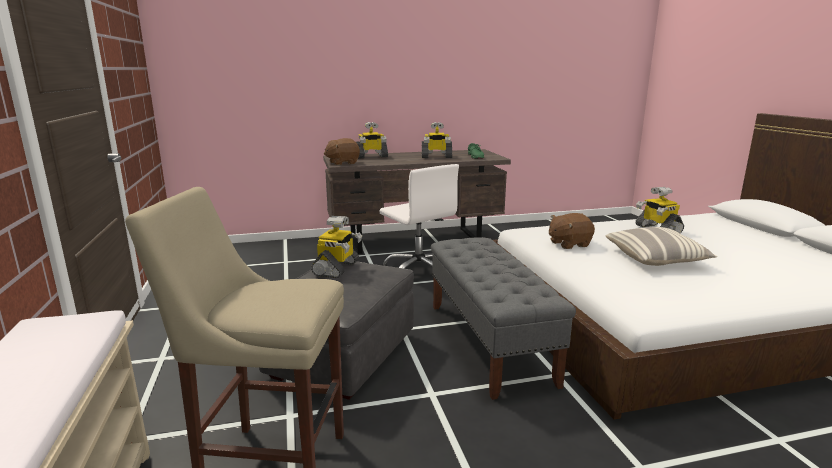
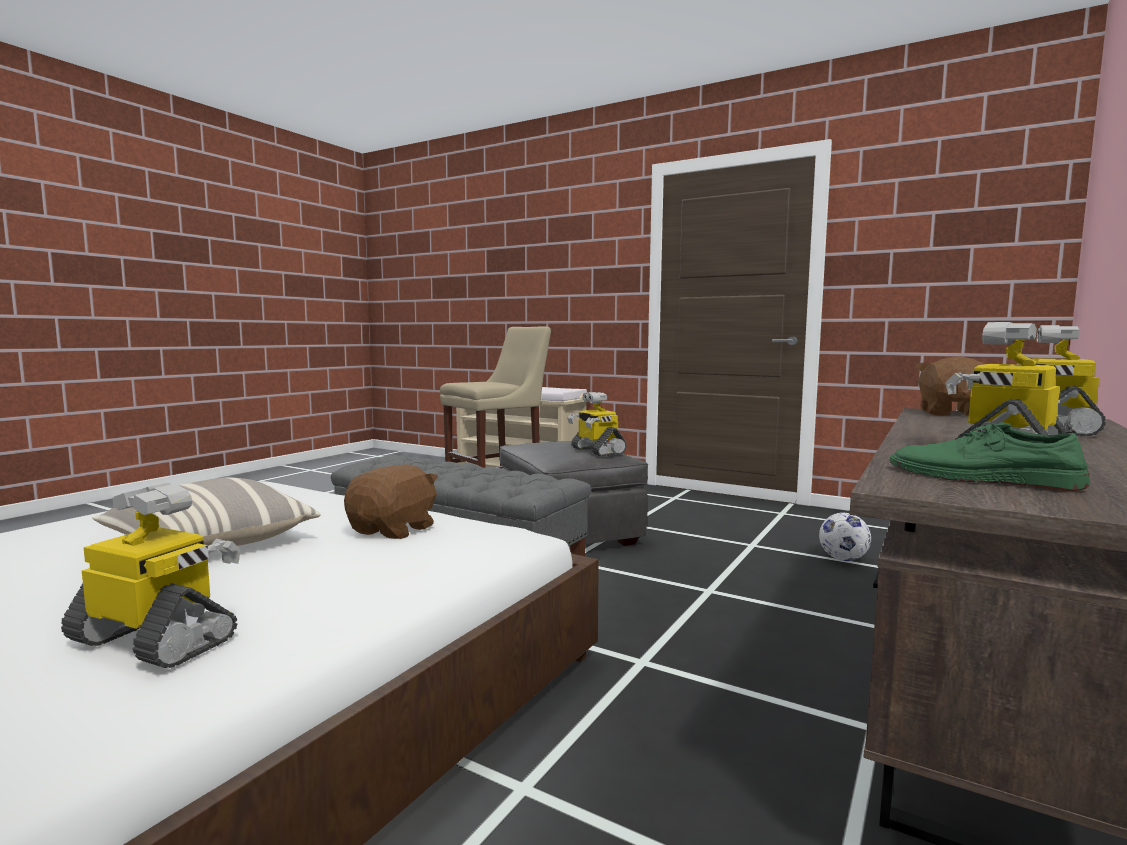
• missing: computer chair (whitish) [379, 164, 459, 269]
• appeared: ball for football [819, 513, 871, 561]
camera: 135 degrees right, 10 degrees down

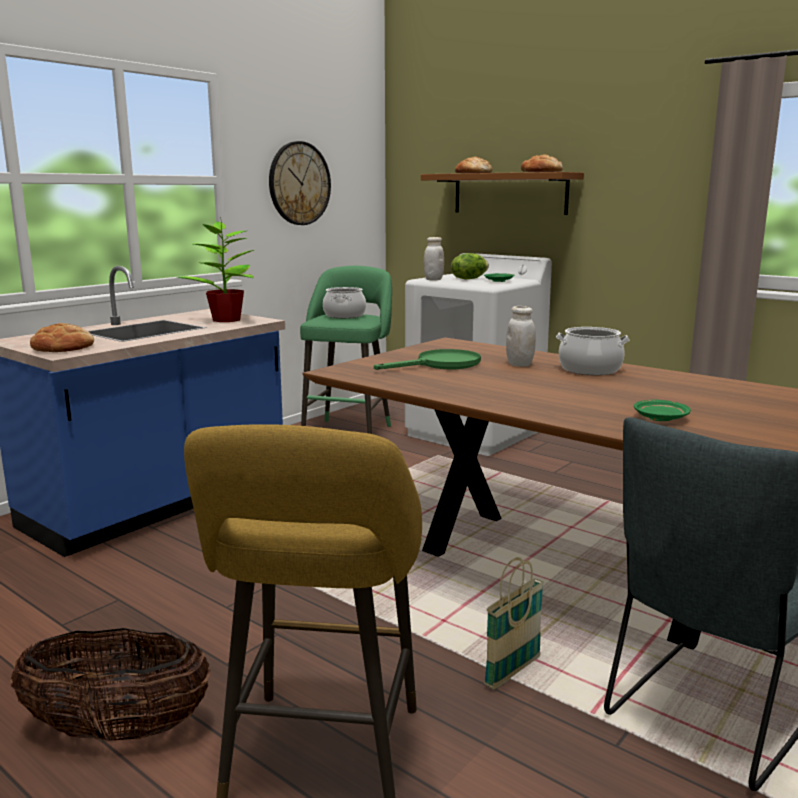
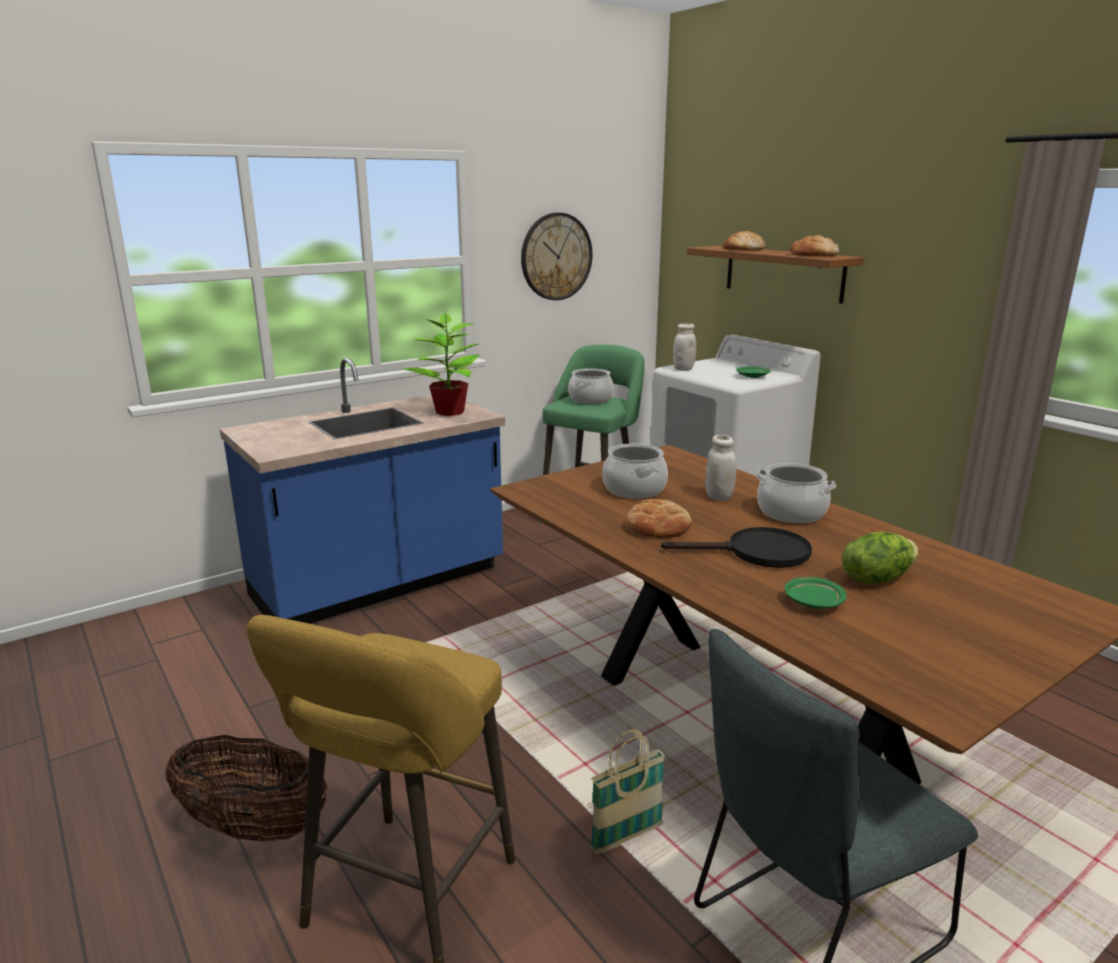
• appeared: pan (black) [661, 527, 812, 568]
• relocated: bakery bread [30, 323, 94, 352] to [626, 499, 692, 538]
• relocated: head of lettuce [451, 253, 489, 280] to [842, 532, 918, 584]
• exchanged: pan (green-coloured) [374, 349, 481, 370] to saucepot [602, 444, 668, 499]
camera: 15 degrees right, 5 degrees up

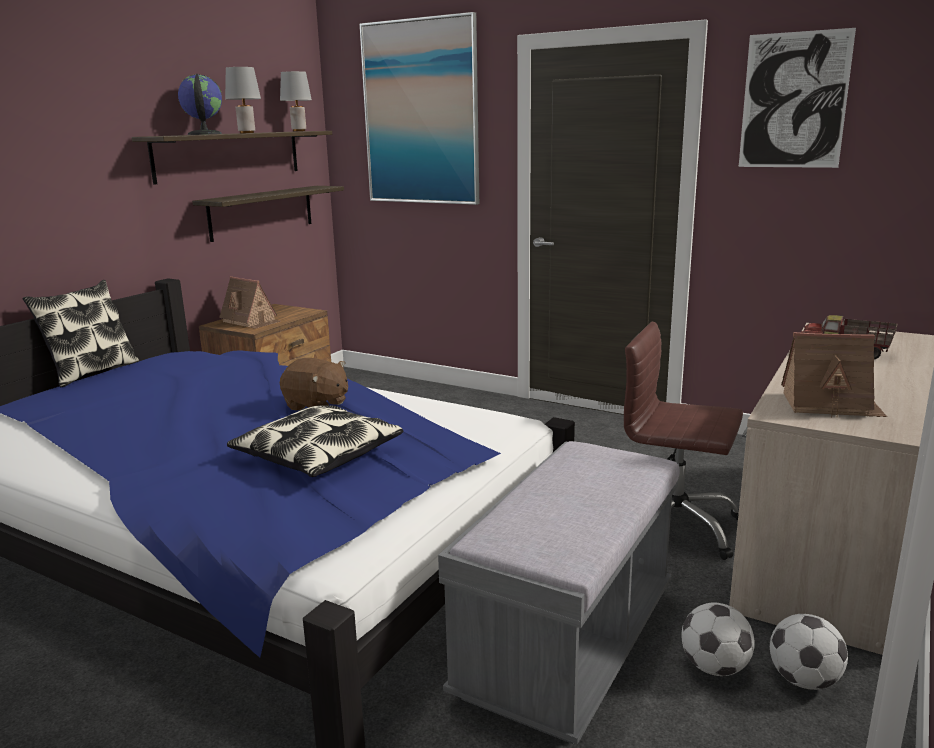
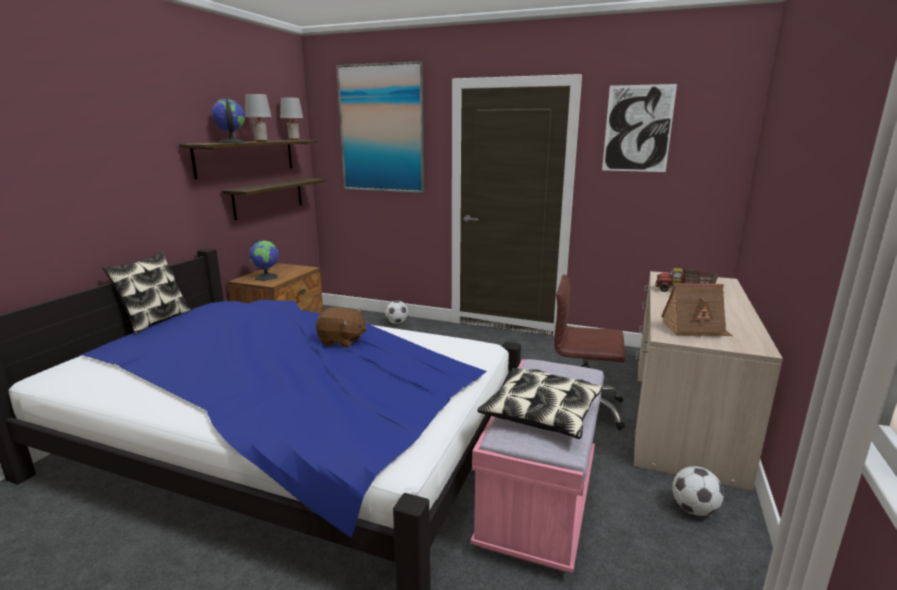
• relocated: throw pillow [227, 405, 403, 477] to [478, 368, 603, 439]
• relocated: ball for football [681, 602, 755, 676] to [385, 300, 409, 324]
• exchanged: toy house [219, 276, 281, 329] to desk globe [249, 240, 279, 281]
• colour: bench (gray) [438, 441, 680, 744] to bench (pink-coloured) [471, 359, 604, 573]
camera: 10 degrees left, 0 degrees up

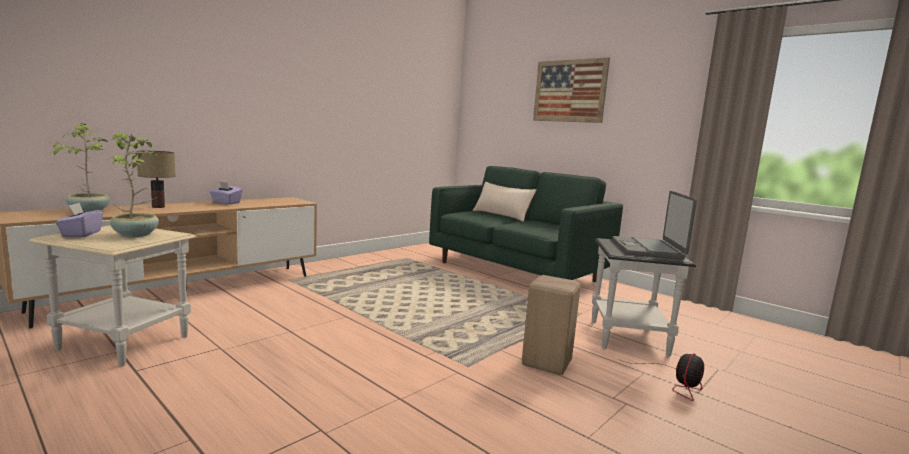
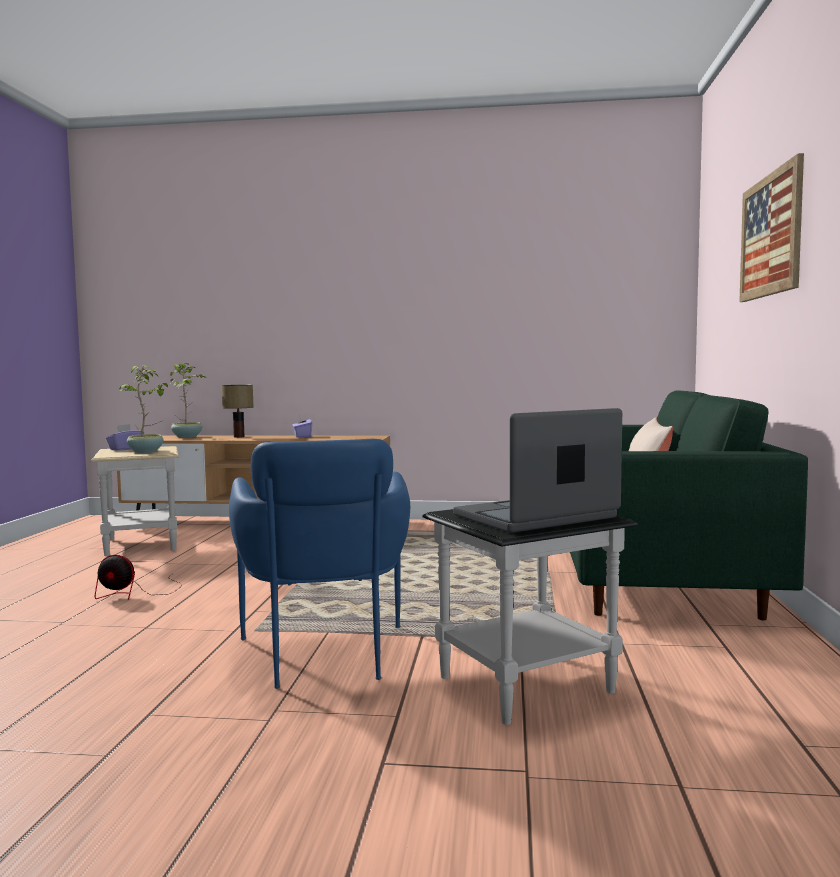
• relocated: cooling fan [618, 353, 704, 401] to [95, 555, 182, 600]
• exchanged: stool (sand-coloured) [522, 275, 581, 375] to easy chair (blue-coloured) [229, 439, 410, 689]
camera: 55 degrees right, 5 degrees down

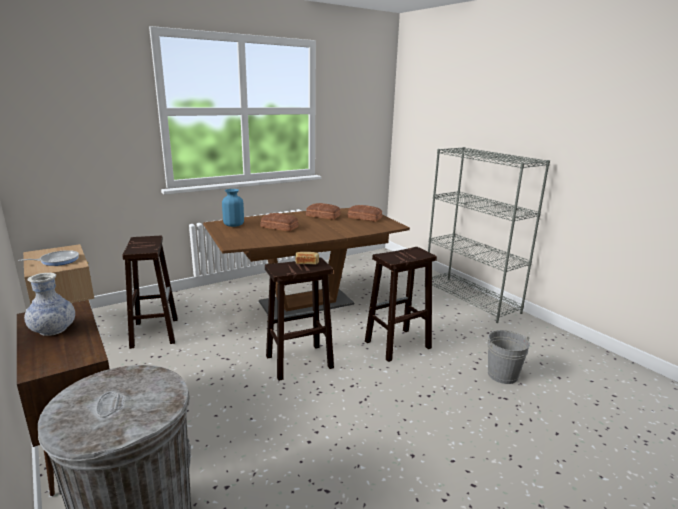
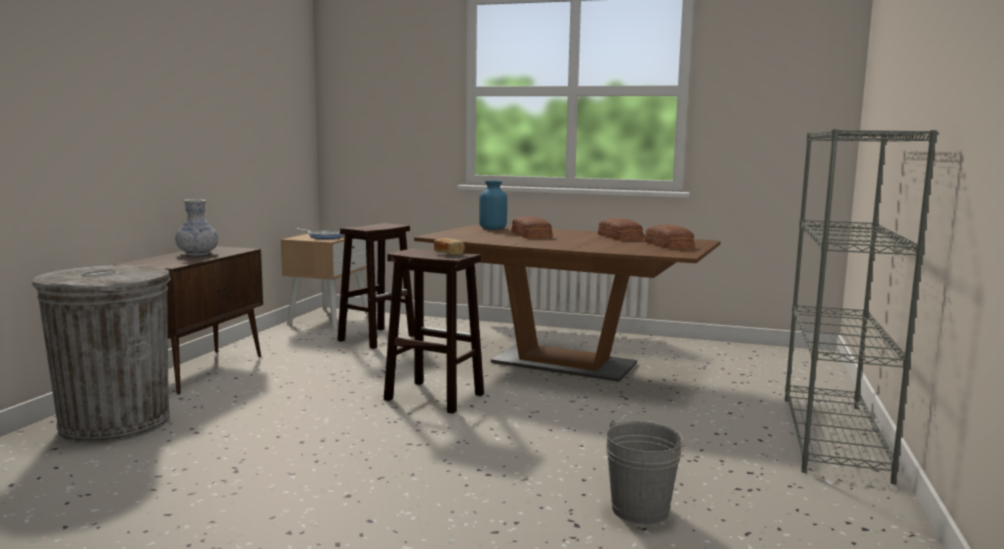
• missing: stool (brown-coloured) [365, 247, 437, 362]
camera: 50 degrees right, 10 degrees down

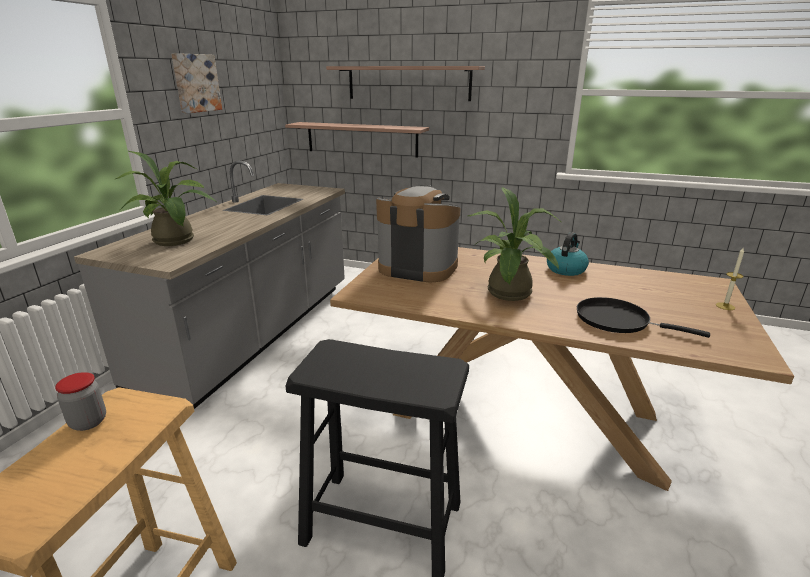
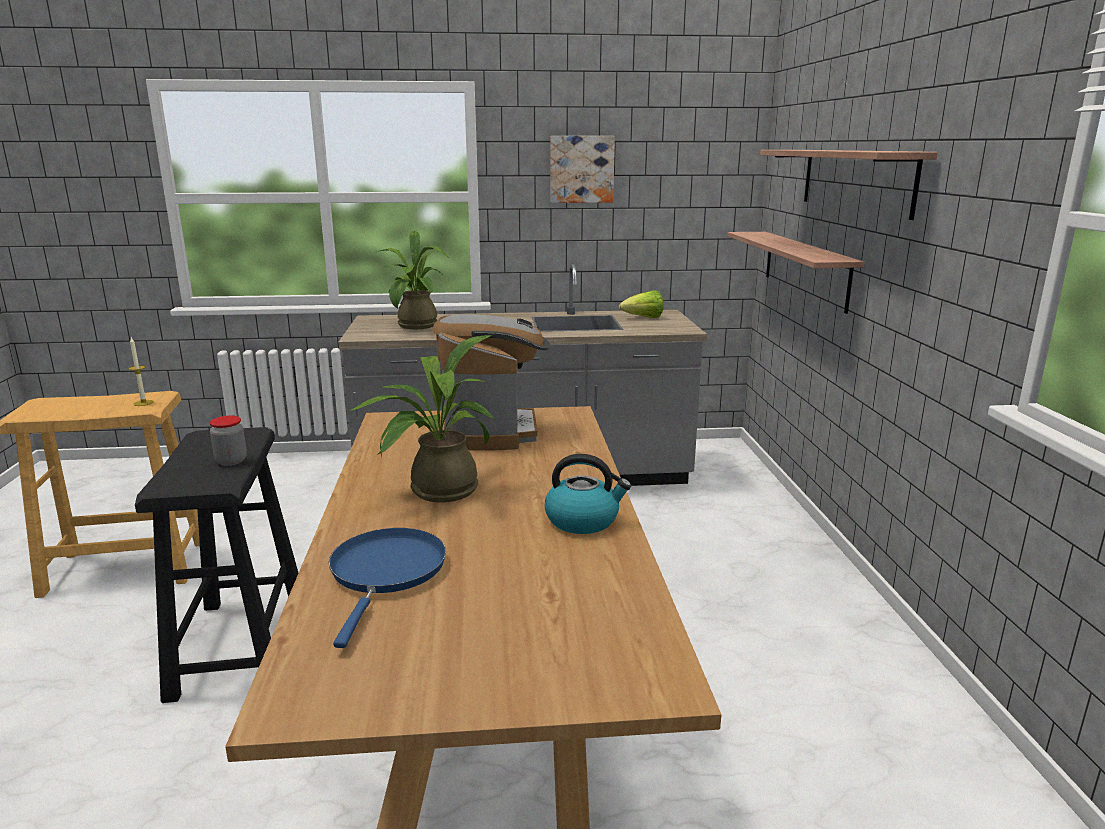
• appeared: head of lettuce [619, 290, 664, 318]
• relocated: preserve jar [55, 372, 106, 431] to [210, 416, 247, 466]
• relocated: wax candle [716, 248, 744, 310] to [128, 337, 154, 406]
• colour: pan (black) [577, 297, 710, 338] to pan (blue-coloured) [329, 528, 446, 648]
camera: 65 degrees right, 5 degrees down

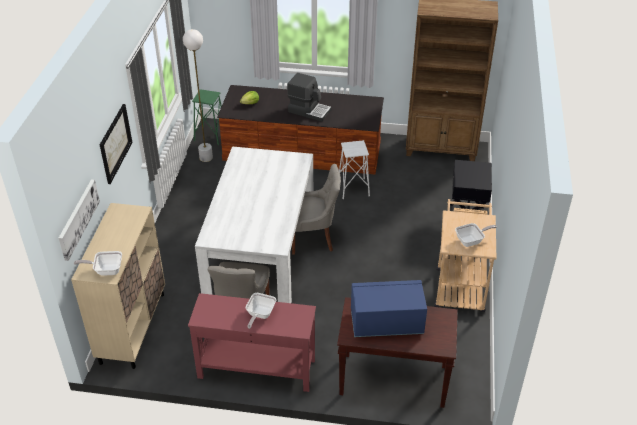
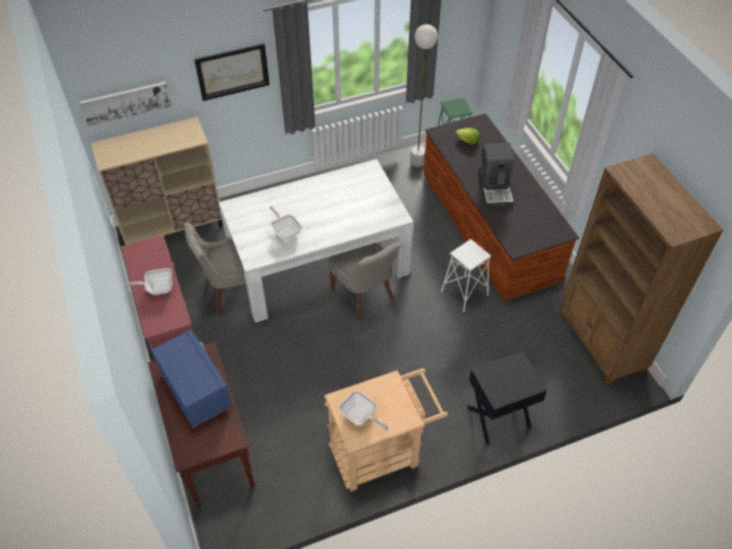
• relocated: pan [74, 251, 122, 276] to [269, 206, 302, 241]
camera: 60 degrees right, 10 degrees up

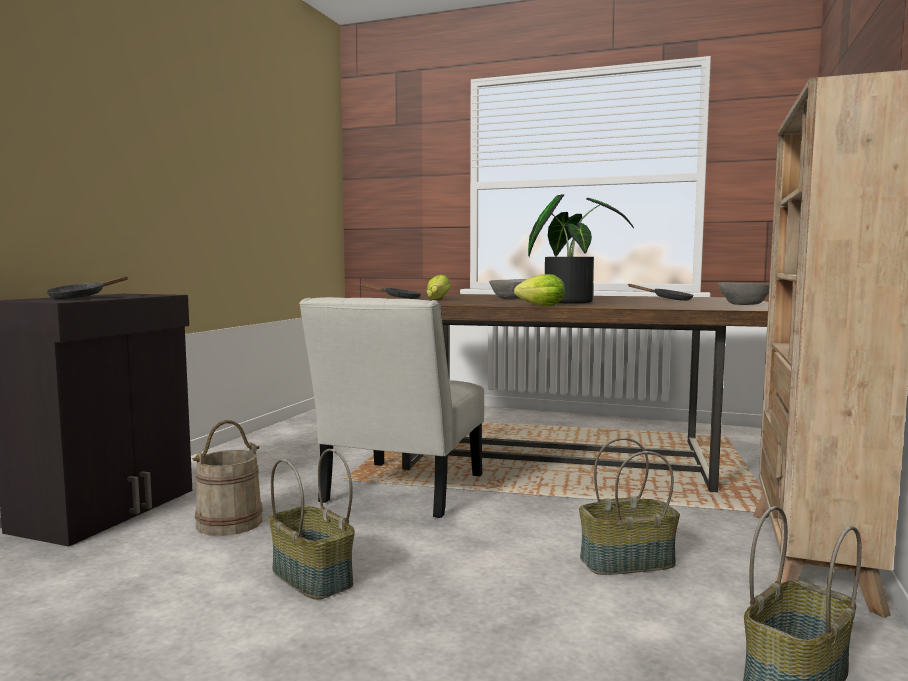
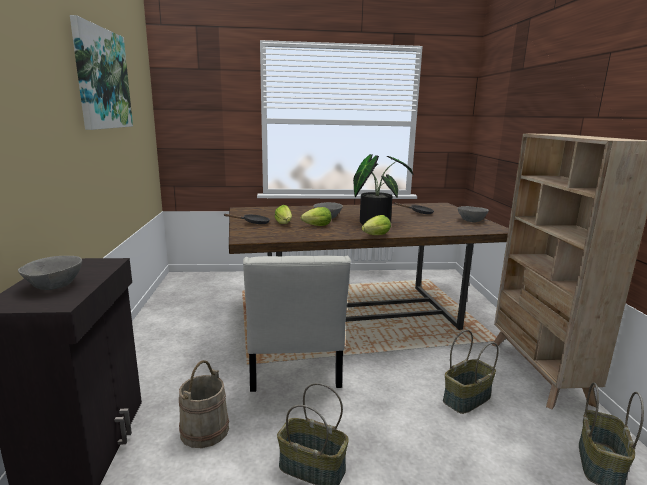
• appeared: wall picture [70, 15, 133, 130]
• appeared: head of lettuce [301, 207, 331, 226]
• exchanged: pan (black) [46, 276, 128, 299] to deep dish (gray) [18, 256, 82, 290]
camera: 25 degrees left, 10 degrees up

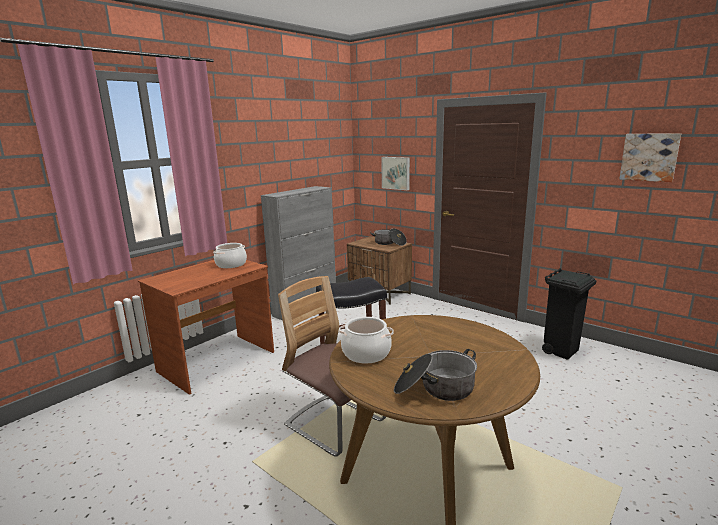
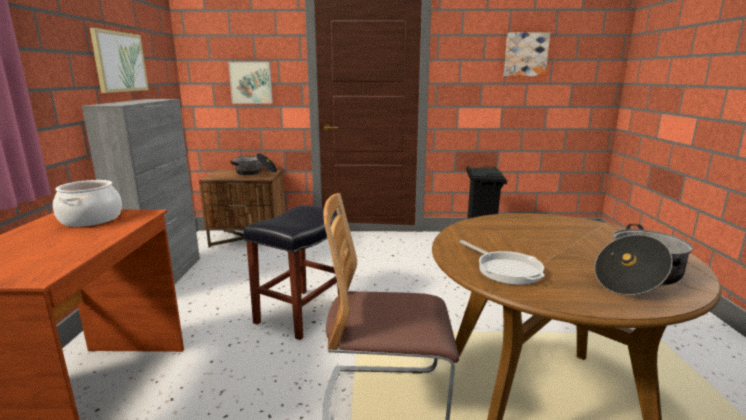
• appeared: wall picture [90, 28, 149, 93]
• exchanged: saucepot [339, 317, 394, 363] to pan [459, 240, 545, 285]
camera: 40 degrees left, 0 degrees up

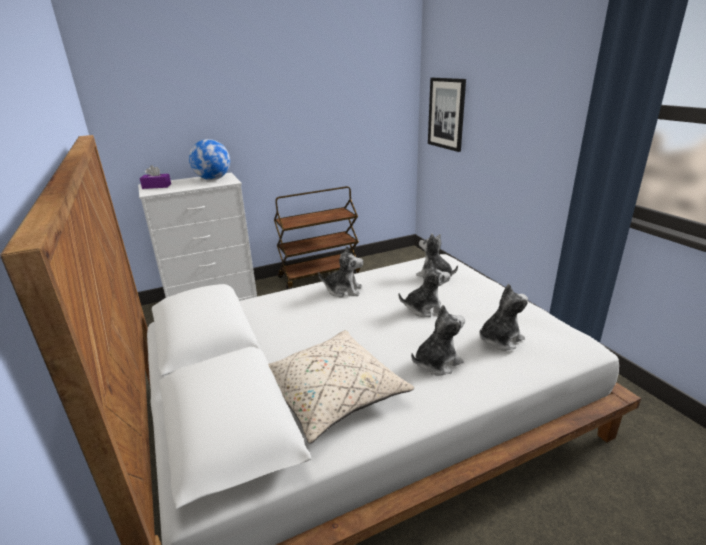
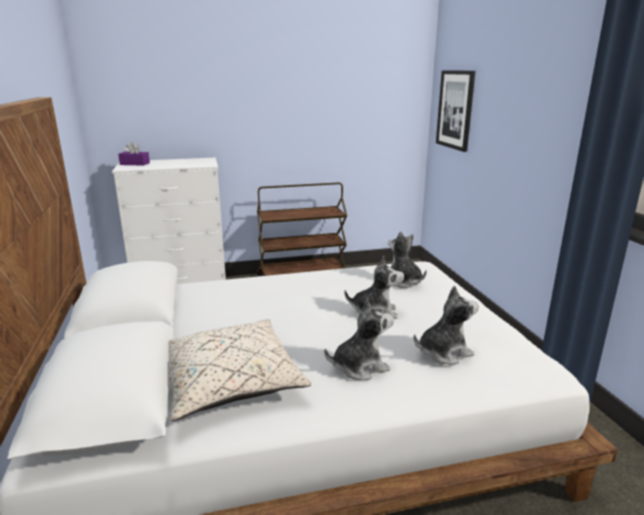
• missing: desk globe [189, 139, 230, 180]
• missing: plush toy [318, 246, 363, 298]
camera: 10 degrees right, 5 degrees down

